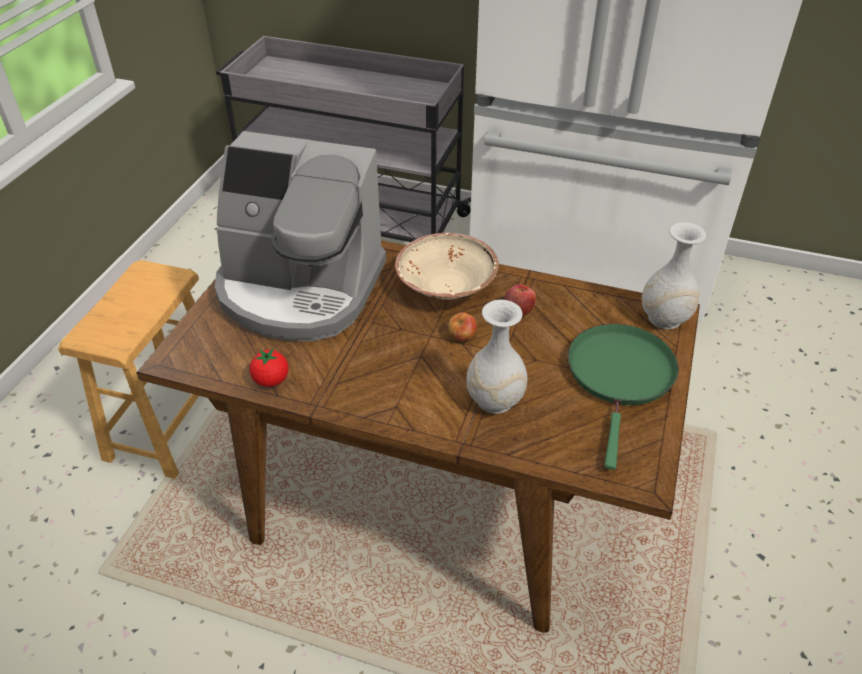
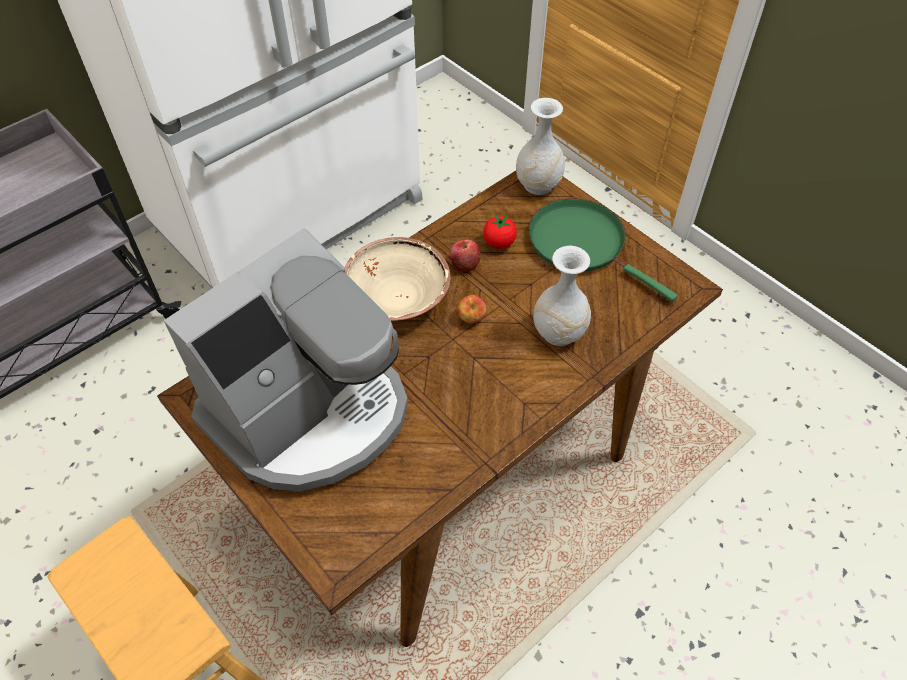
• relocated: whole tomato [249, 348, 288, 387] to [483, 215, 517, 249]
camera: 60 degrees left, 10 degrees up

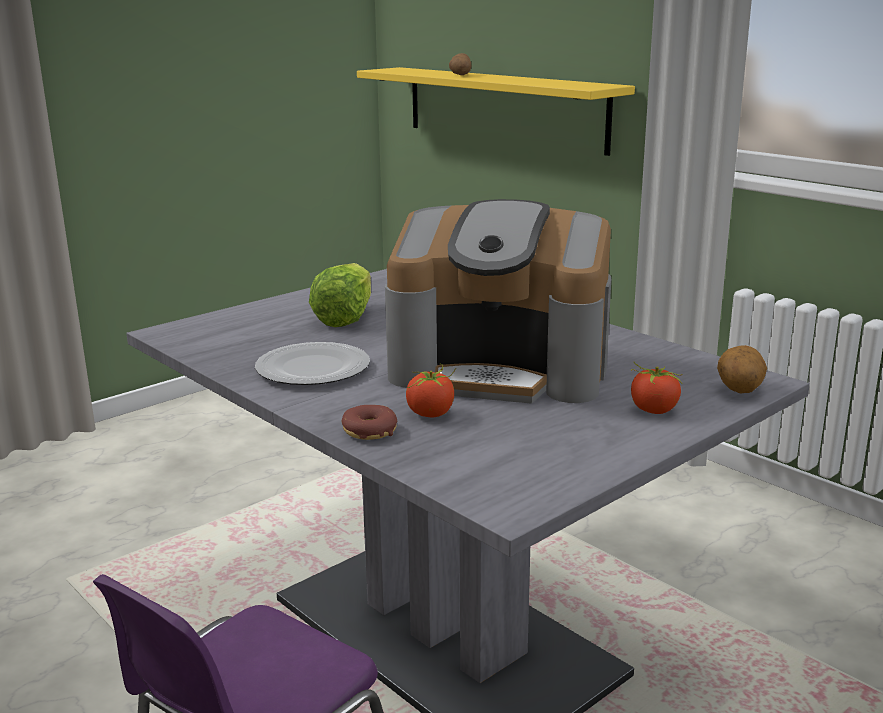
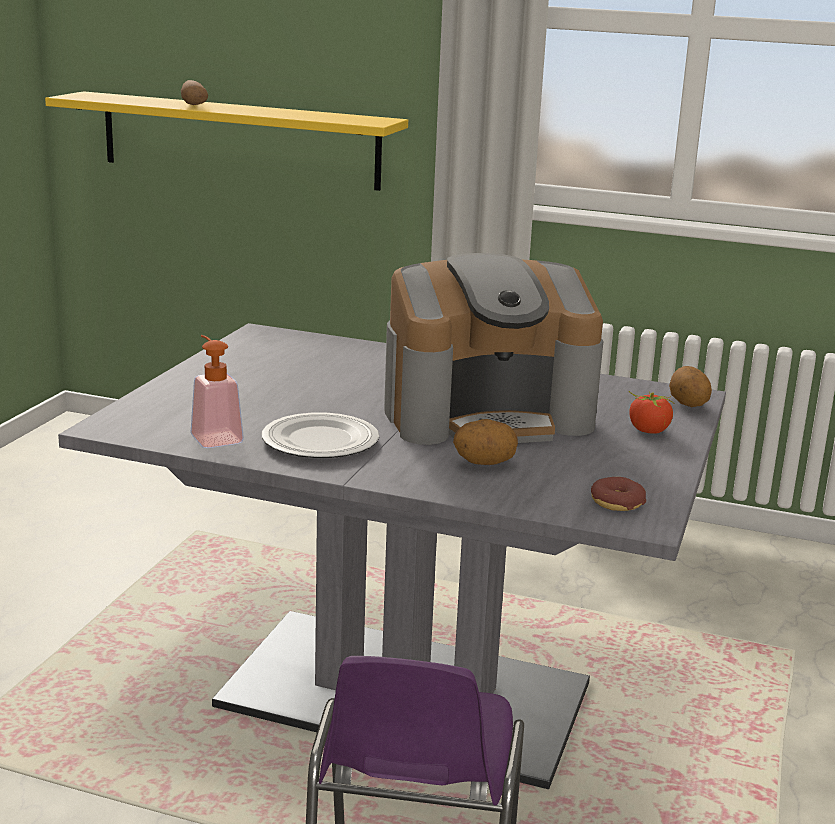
• missing: head of lettuce [309, 263, 371, 327]
• appeared: liquid soap bottle [190, 335, 244, 448]
• relocated: doughnut [342, 405, 397, 440] to [591, 477, 646, 511]
• exchanged: whole tomato [406, 364, 456, 418] to spud [453, 419, 518, 465]
camera: 30 degrees left, 0 degrees up

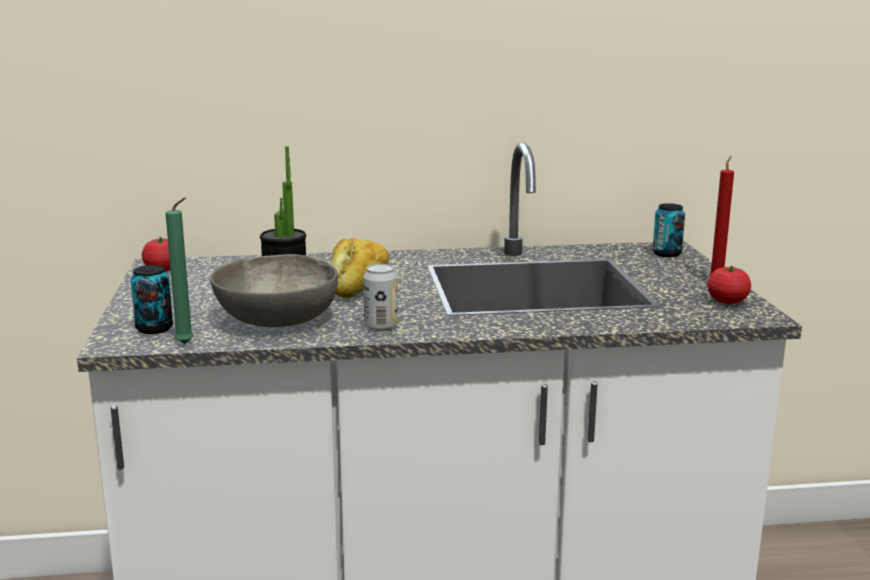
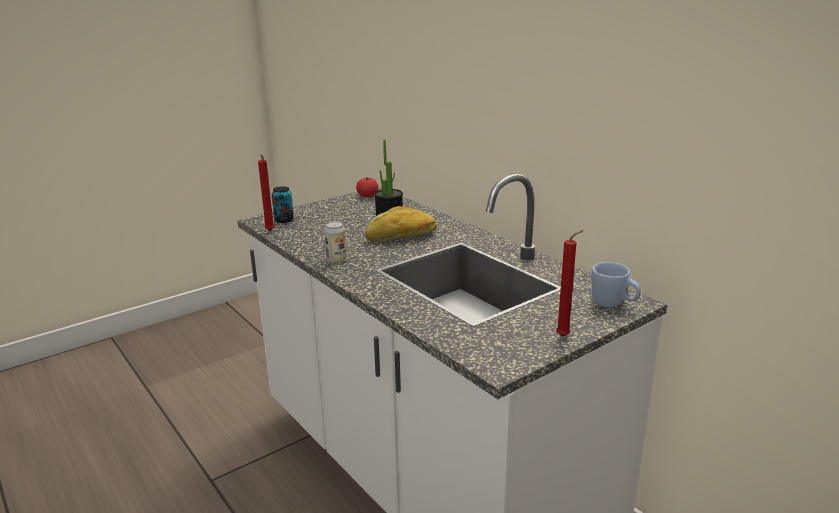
• missing: deep dish (gray) [210, 254, 338, 327]
• missing: whole tomato [707, 265, 751, 304]
• exchanged: can [653, 203, 685, 257] to coffee mug (blue-coloured) [592, 262, 641, 308]
• colour: wax candle (green-coloured) [165, 197, 194, 344] to wax candle (red-coloured) [258, 155, 275, 231]
camera: 60 degrees right, 5 degrees up

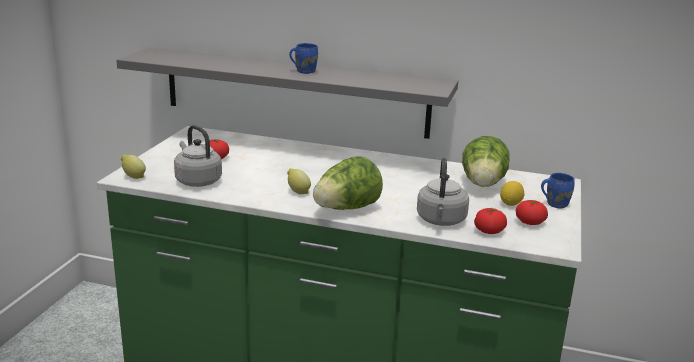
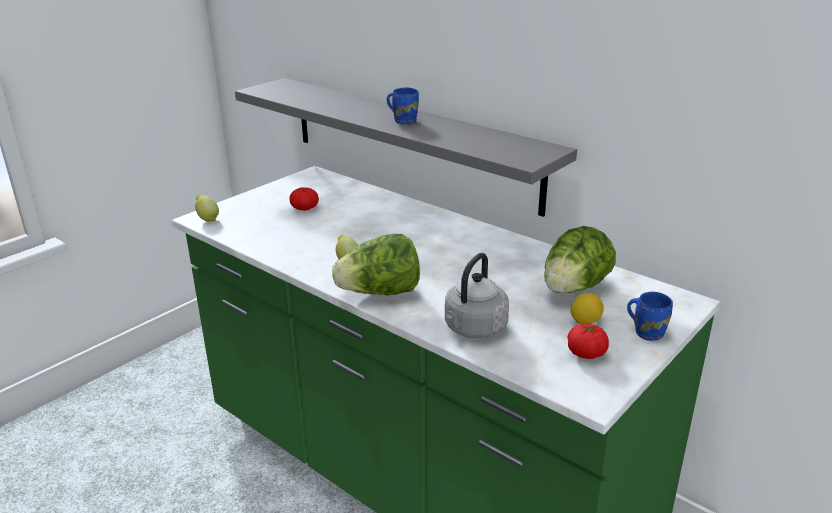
• missing: water kettle (gray) [174, 125, 222, 187]
• missing: whole tomato [474, 208, 507, 234]
camera: 25 degrees right, 5 degrees up

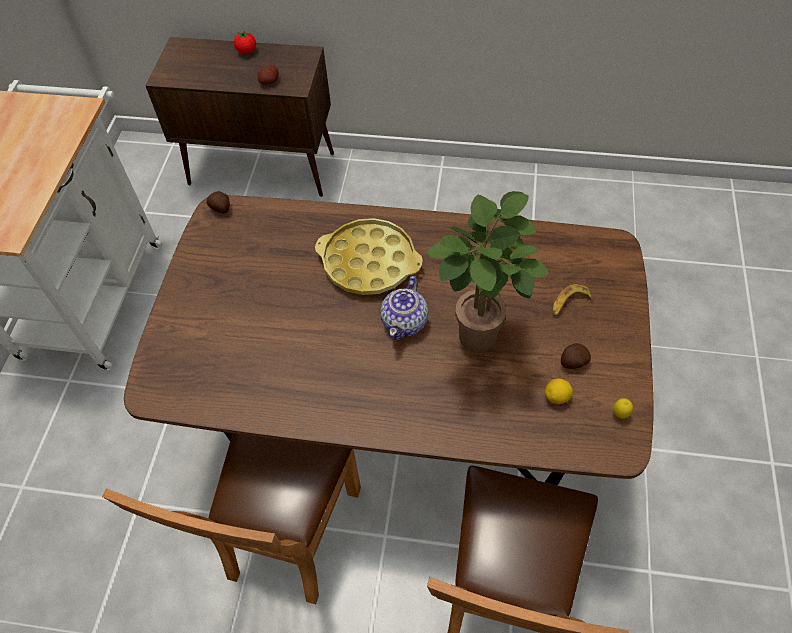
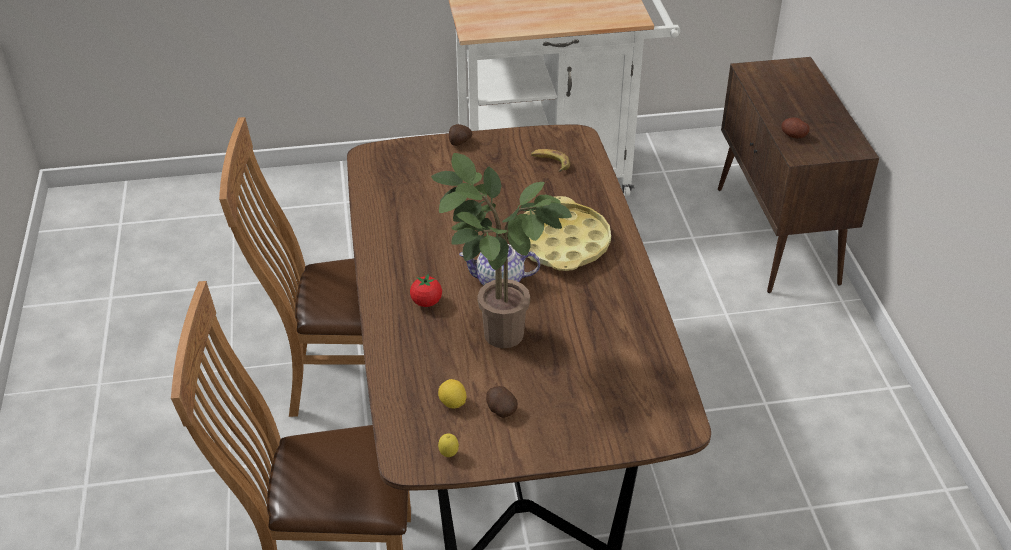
• relocated: spud [206, 191, 230, 213] to [449, 124, 472, 146]
• relocated: whole tomato [234, 30, 256, 54] to [410, 273, 442, 307]
• relocated: banana fruit [553, 284, 593, 316] to [531, 149, 570, 172]
camera: 70 degrees right, 15 degrees down

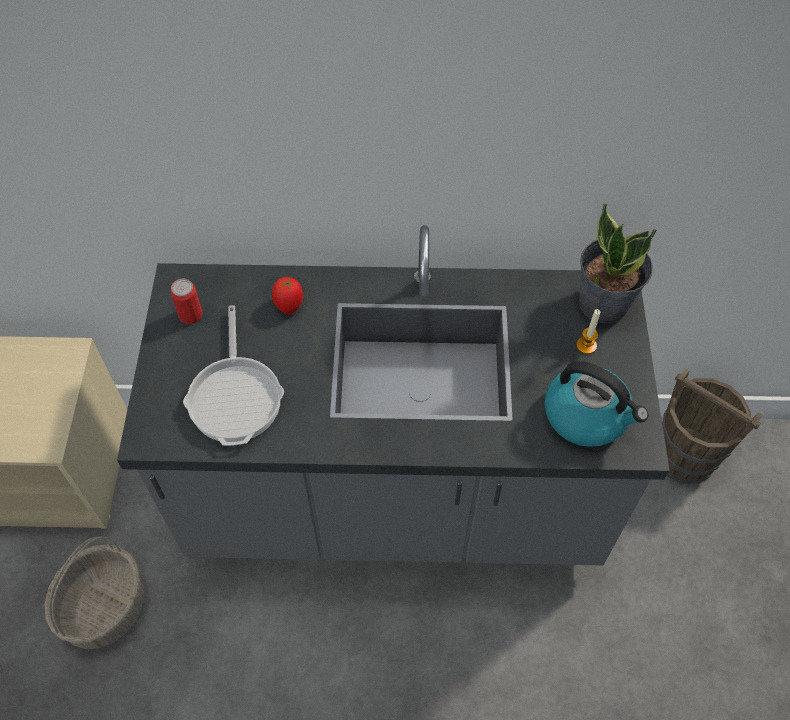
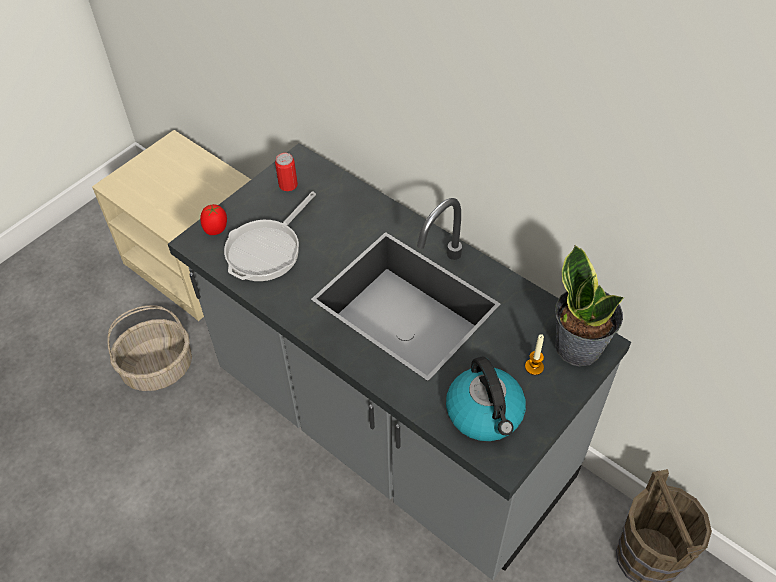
• relocated: whole tomato [272, 277, 303, 314] to [200, 204, 227, 235]
camera: 40 degrees right, 5 degrees down

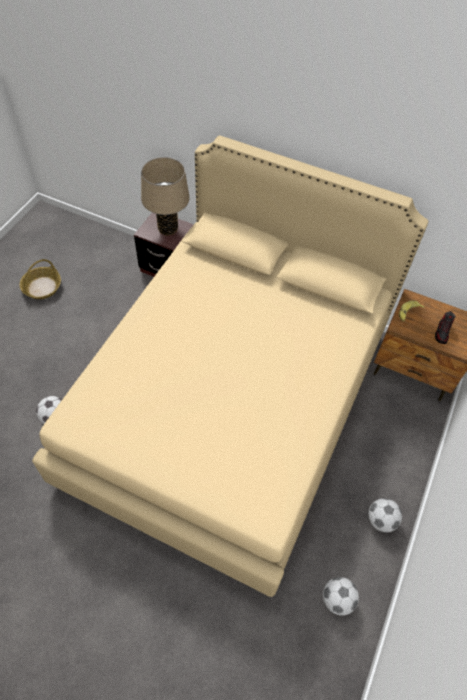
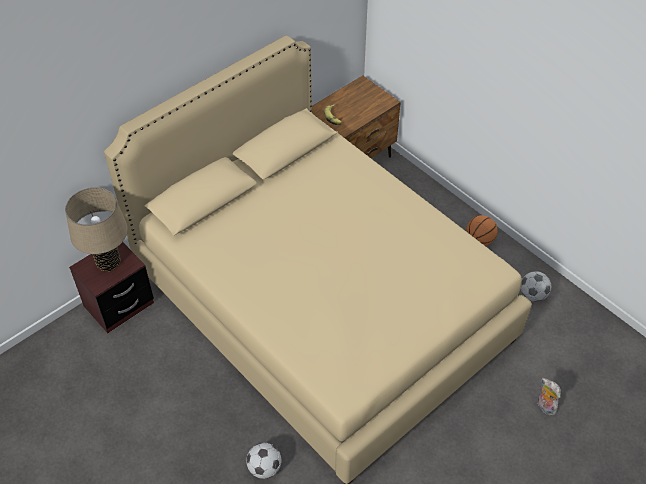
• missing: household basket [19, 259, 61, 299]
• missing: item of footwear [435, 311, 455, 344]
• appeared: plush toy [538, 378, 561, 415]
• exchanged: ball for football [368, 498, 402, 532] to ball for basketball [466, 215, 498, 246]
camera: 65 degrees left, 5 degrees down

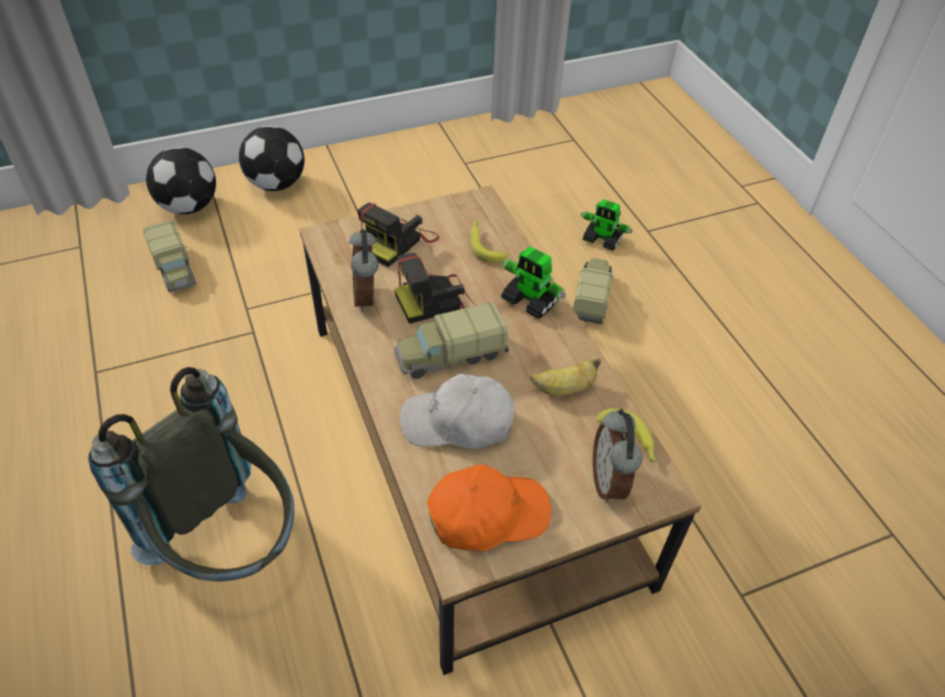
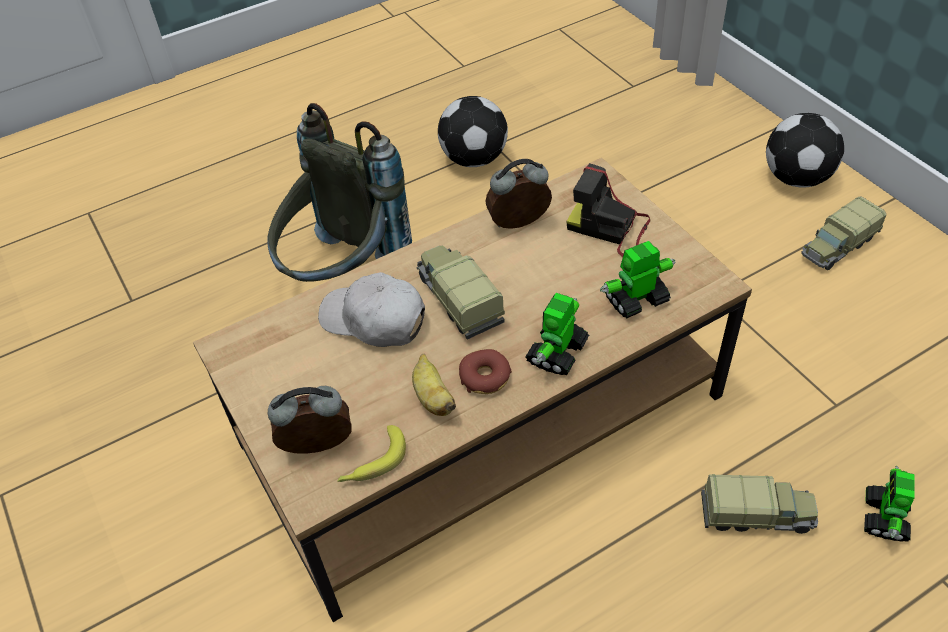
• missing: still camera [394, 253, 477, 324]
• missing: peaked cap (orange) [427, 464, 551, 551]
• appeared: doughnut [459, 349, 512, 394]
• relocated: toy truck [143, 221, 196, 292] to [801, 197, 887, 270]
• relocated: ball for football [146, 147, 216, 214] to [438, 96, 508, 167]
• exchanged: banana fruit [469, 220, 508, 263] to toy robot [600, 241, 675, 319]
• spun: peaked cap (whitish) [400, 374, 514, 449] = [318, 272, 425, 347] 60 degrees counterclockwise
camera: 85 degrees right, 0 degrees up

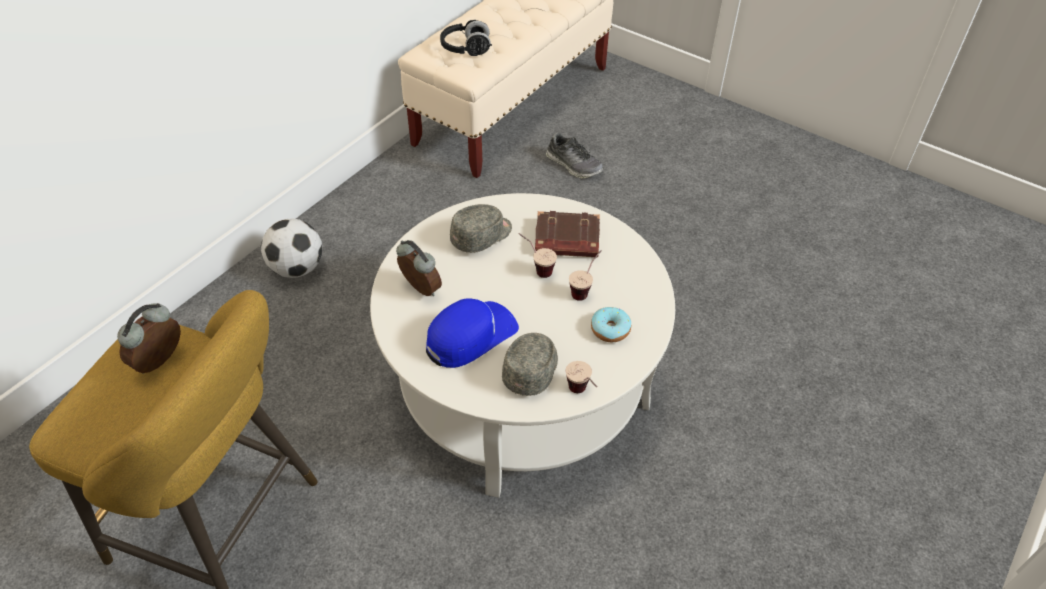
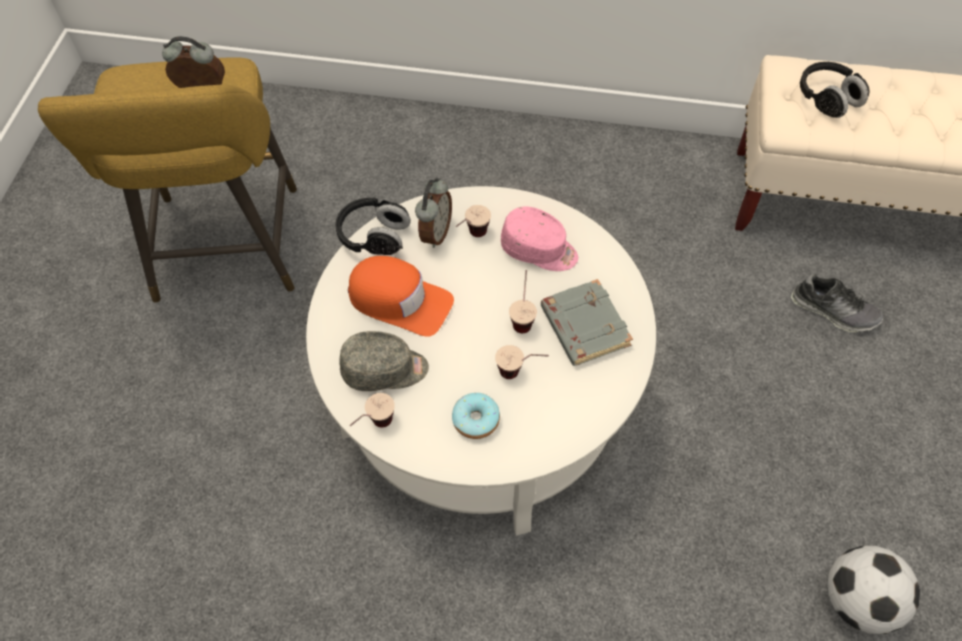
• appeared: headphones (black) [335, 197, 411, 255]
• appeared: small cup [456, 205, 491, 237]
• relocated: ball for football [261, 219, 322, 278] to [827, 546, 920, 634]
• colour: peaked cap (blue-coloured) [426, 299, 519, 368] to peaked cap (orange) [348, 256, 454, 337]
• colour: peaked cap (gray) [450, 204, 512, 253] to peaked cap (pink-coloured) [501, 206, 578, 271]
• colour: bound book (brown-coloured) [535, 211, 600, 257] to bound book (gray) [541, 279, 633, 366]
• spun: item of footwear [546, 132, 604, 178] = [791, 274, 883, 333] 75 degrees counterclockwise
camera: 65 degrees right, 10 degrees up

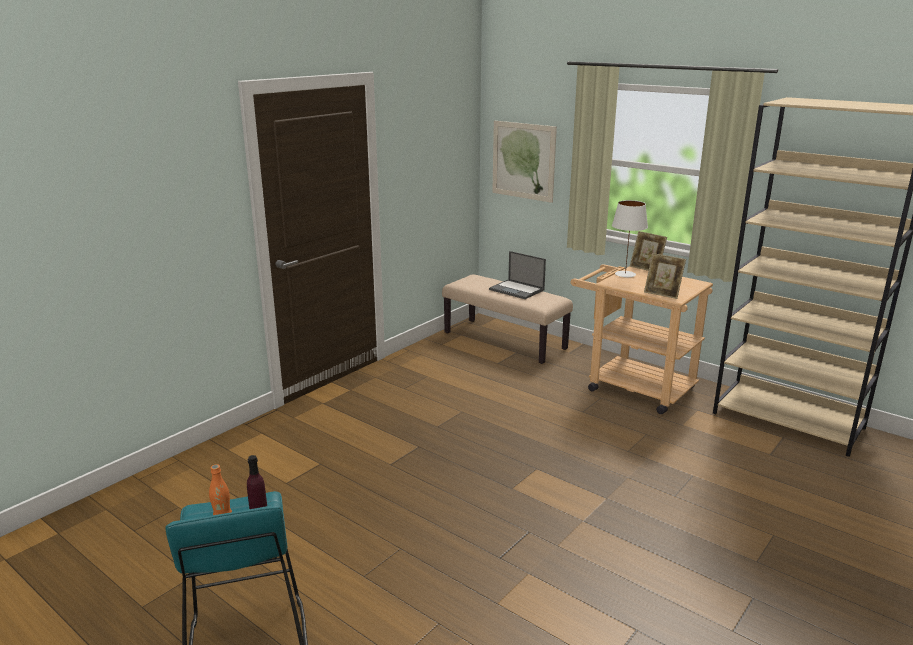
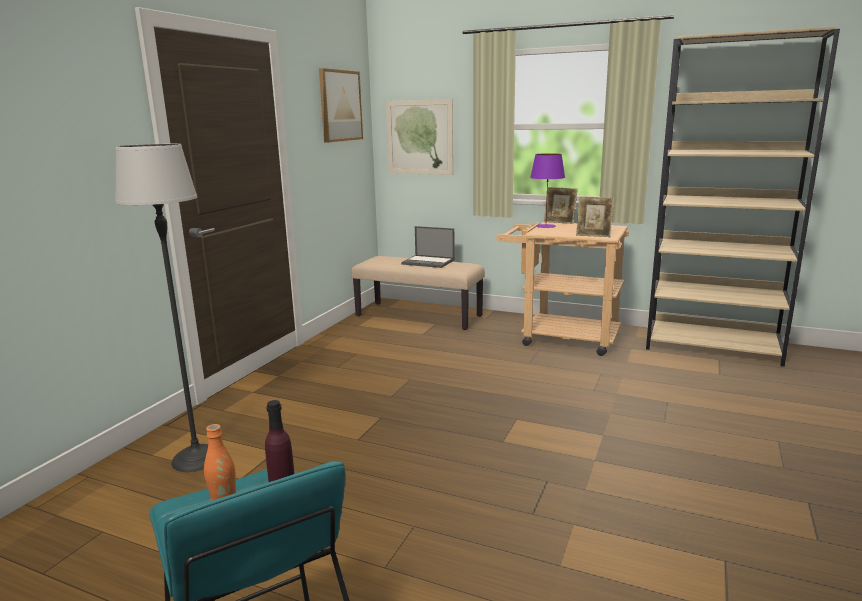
• appeared: standing lamp [115, 144, 208, 472]
• appeared: wall picture [319, 68, 363, 142]
• colour: table lamp (whitish) [612, 200, 648, 277] to table lamp (purplish) [530, 153, 565, 228]
camera: 15 degrees left, 5 degrees down

